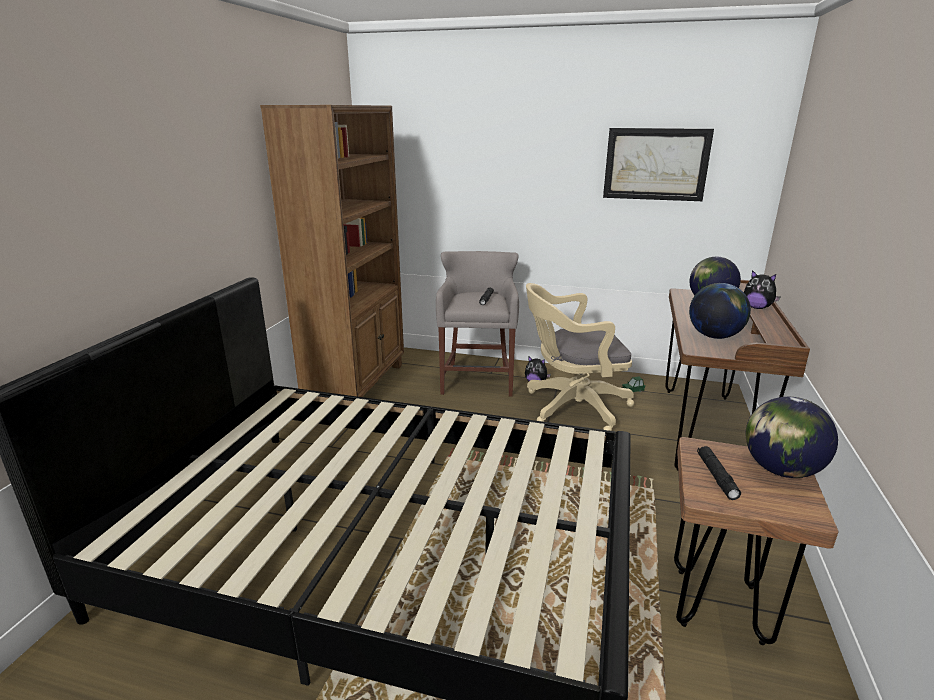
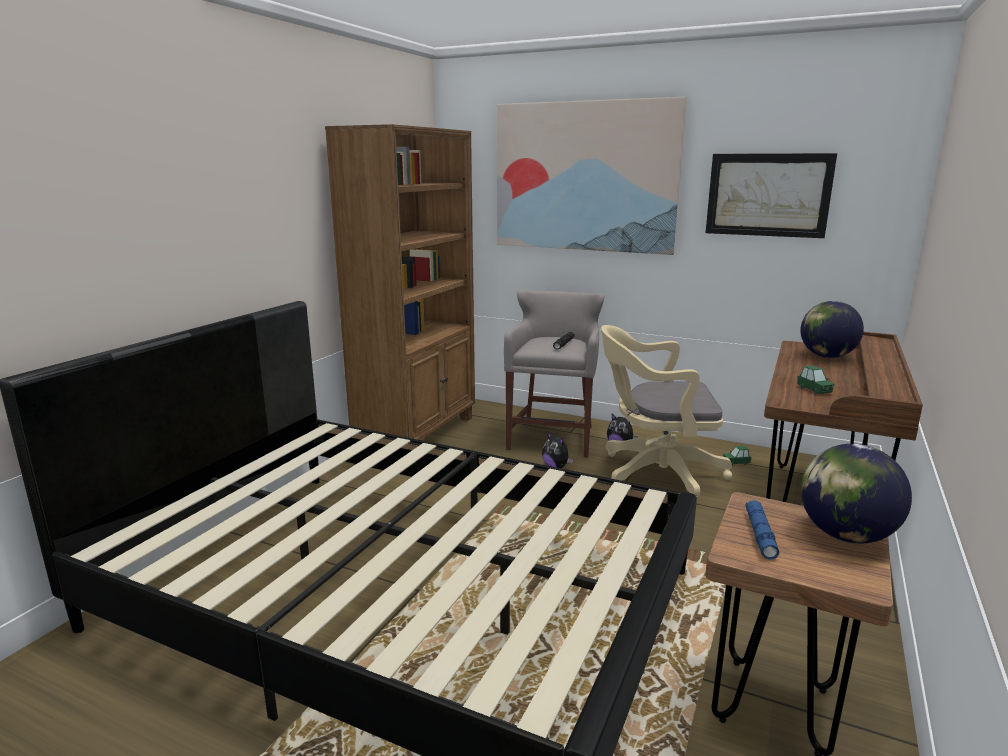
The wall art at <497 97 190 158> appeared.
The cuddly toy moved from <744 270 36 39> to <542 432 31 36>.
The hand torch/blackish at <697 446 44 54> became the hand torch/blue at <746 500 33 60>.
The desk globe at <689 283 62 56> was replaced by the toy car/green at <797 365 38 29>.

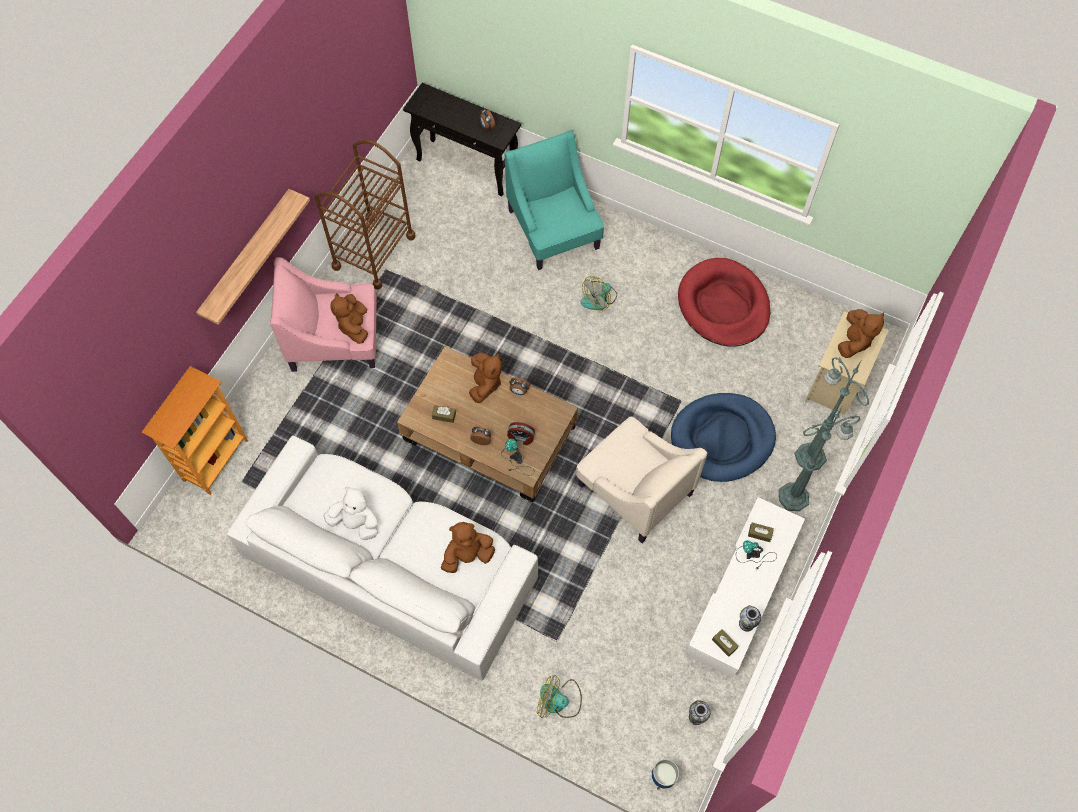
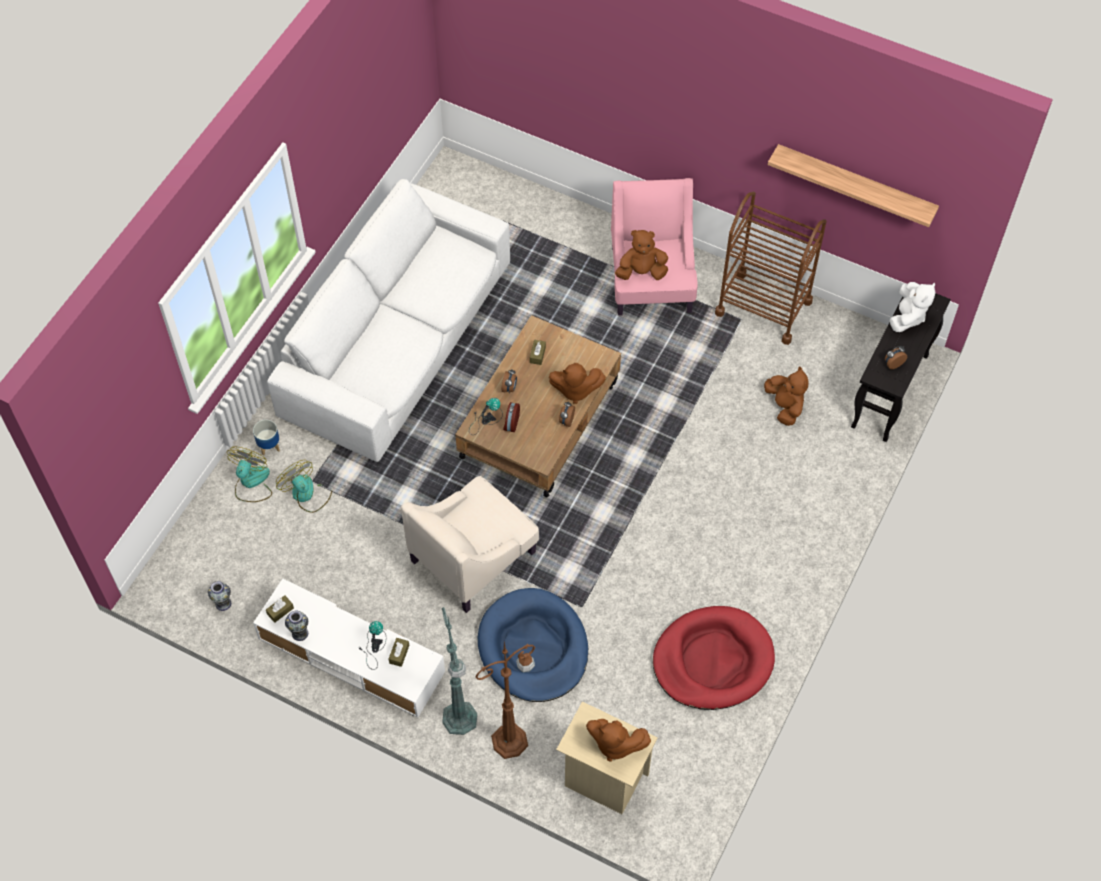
The plant pot moved from <651 759 28 31> to <253 420 27 36>.
The electric fan moved from <581 276 36 34> to <276 460 56 53>.
The standing lamp/green at <794 357 75 114> became the standing lamp/brown at <475 641 60 118>.
The cuddly toy/brown moved from <441 522 54 51> to <764 367 45 59>.
The wall shelf moved from <196 189 114 136> to <768 144 171 83>.
The cuddly toy/whitish moved from <323 487 55 53> to <890 282 46 50>.
The shelving unit at <141 366 107 129> disappeared.
The easy chair/turquoise at <505 130 99 140> disappeared.

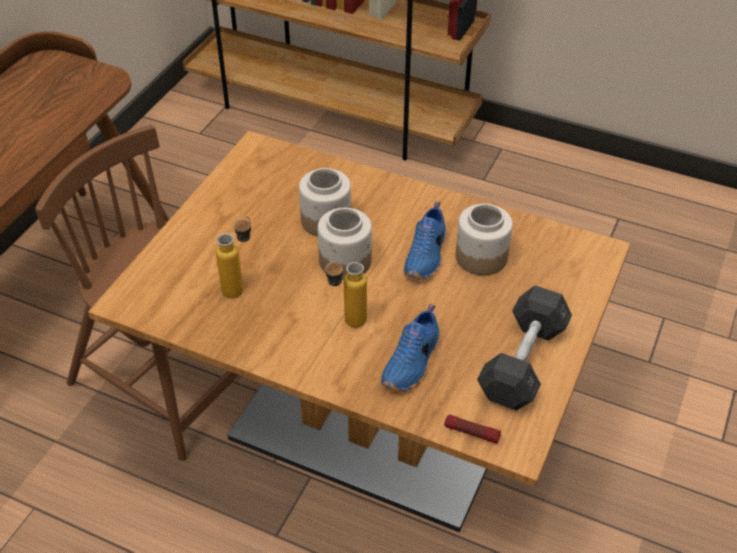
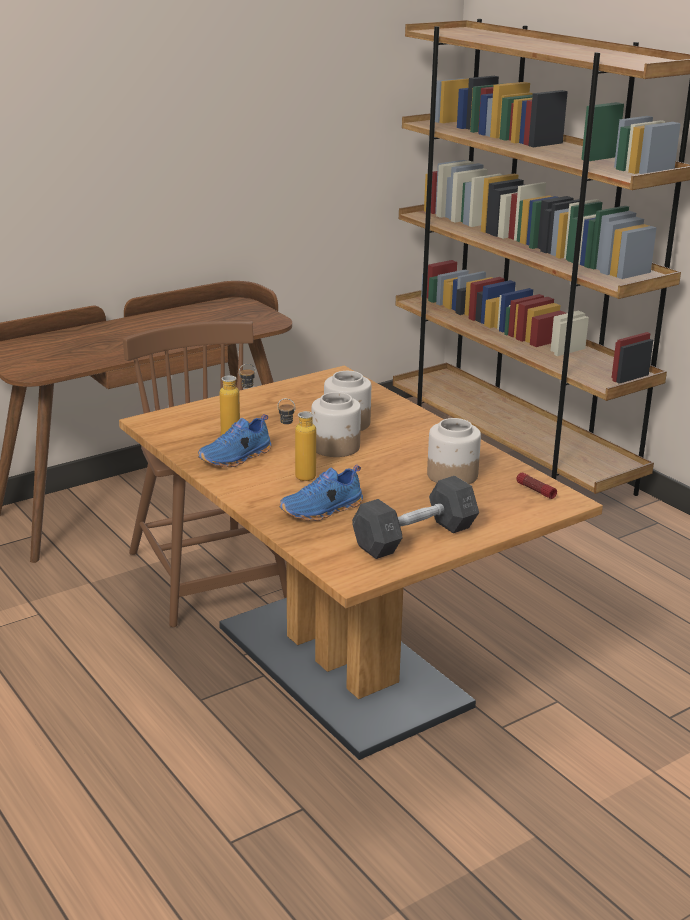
The item of footwear/blue moved from <403 201 43 77> to <198 414 73 53>.
The hand torch moved from <444 415 57 29> to <516 473 41 26>.

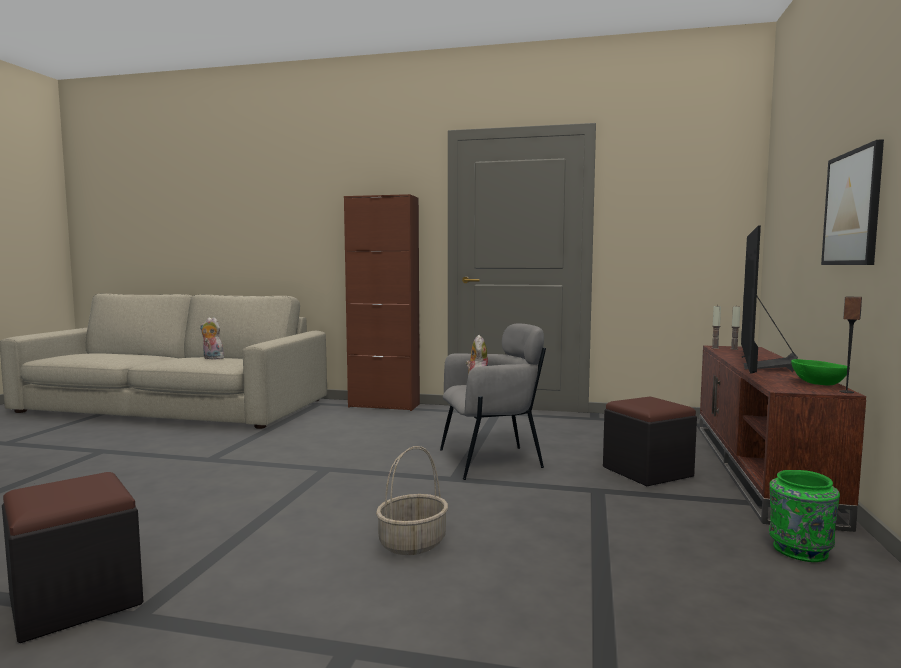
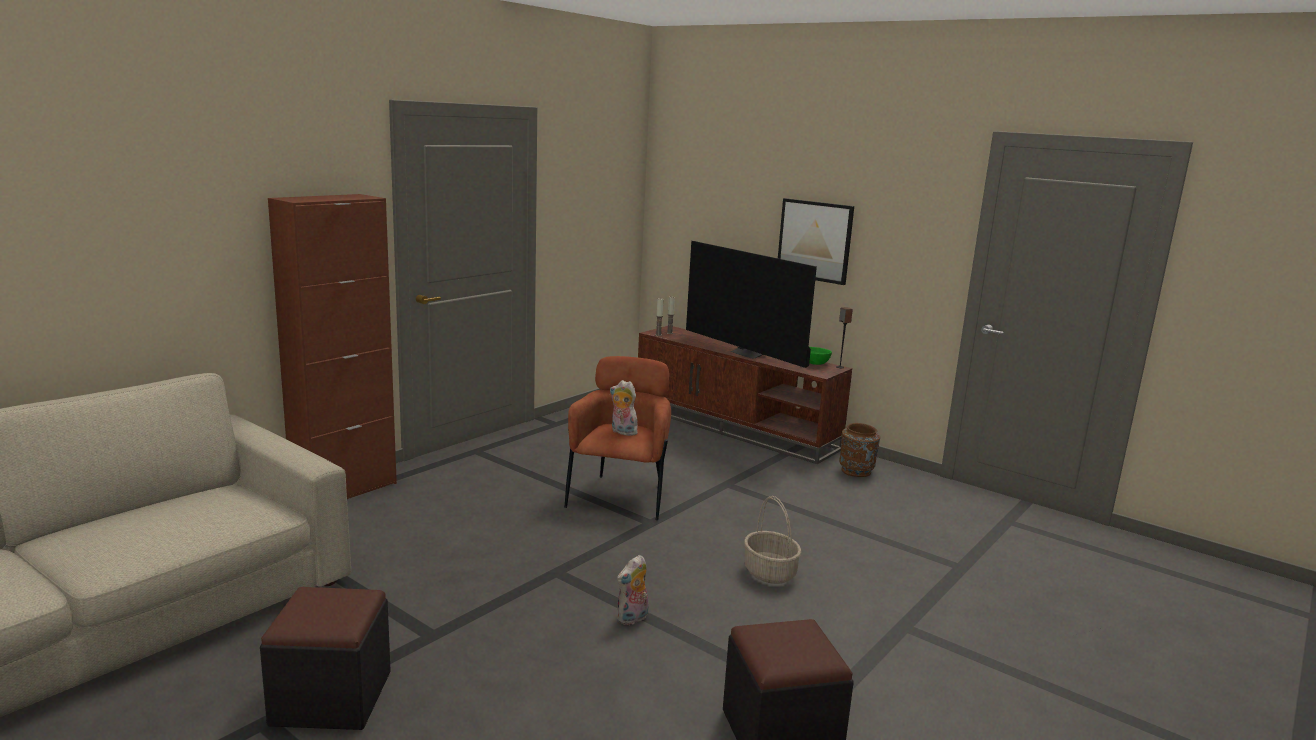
The footrest/blackish moved from <603 397 94 89> to <260 587 131 143>.
The easy chair/gray at <440 324 106 156> became the easy chair/brown at <564 356 107 164>.
The cuddly toy moved from <200 317 24 42> to <617 555 32 70>.
The vase/green at <769 470 71 92> became the vase/brown at <839 423 41 54>.

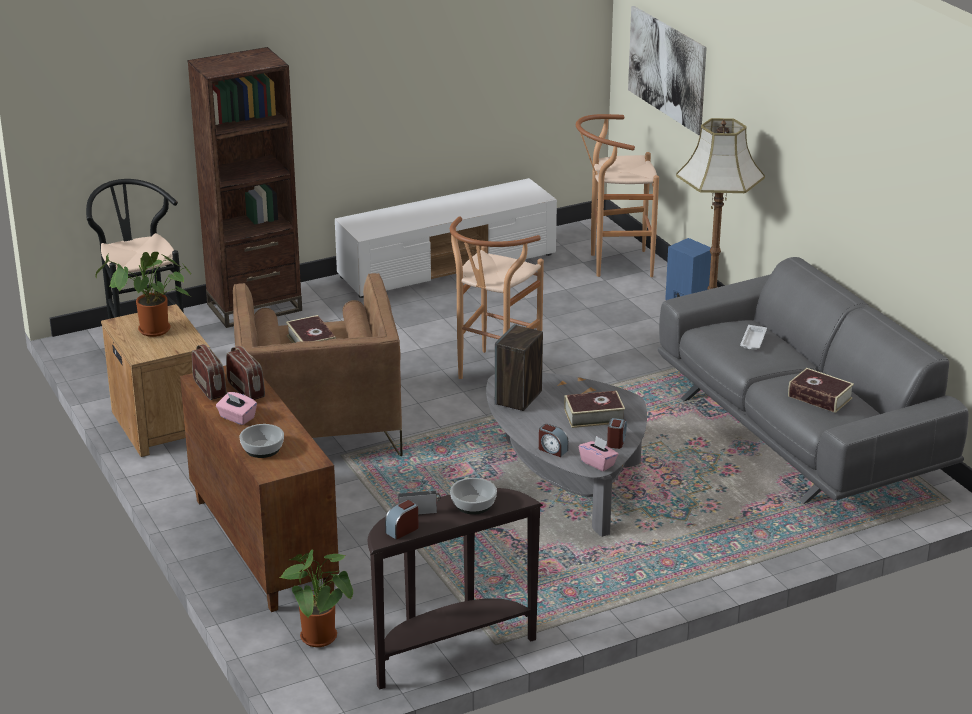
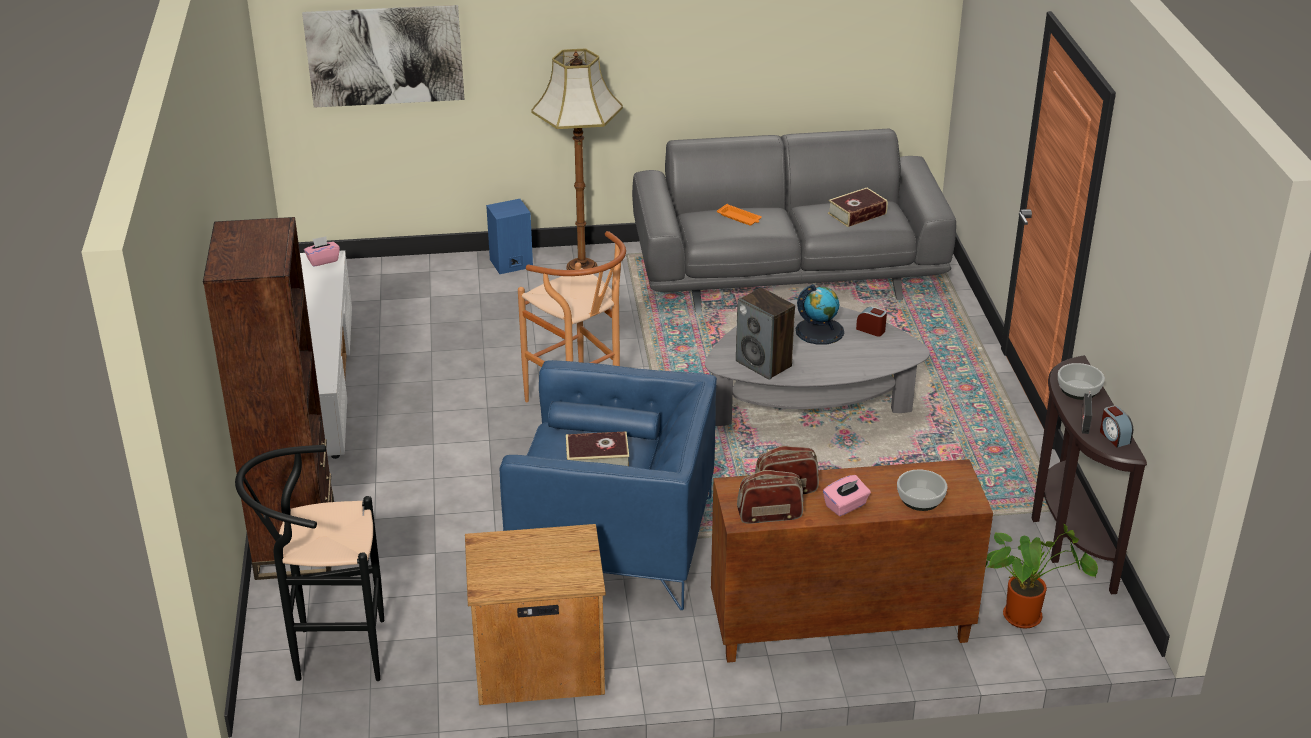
The box of tissues/pink moved from <579 436 40 35> to <304 236 36 31>.
The easy chair/brown at <233 273 169 183> became the easy chair/blue at <500 360 217 250>.
The tray/whitish at <740 325 27 25> became the tray/orange at <717 204 45 21>.
The book at <564 391 61 37> was replaced by the desk globe at <796 284 48 61>.
The potted plant at <95 252 96 85> disappeared.
The table clock at <539 424 29 33> disappeared.
The sitting stool/brown at <576 114 83 163> disappeared.

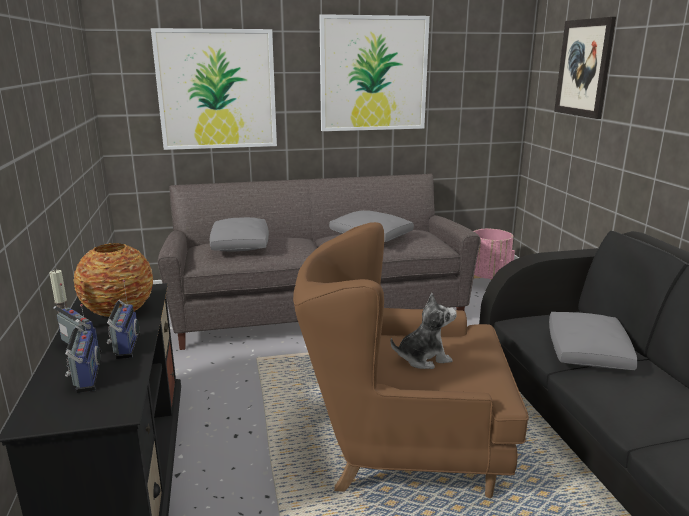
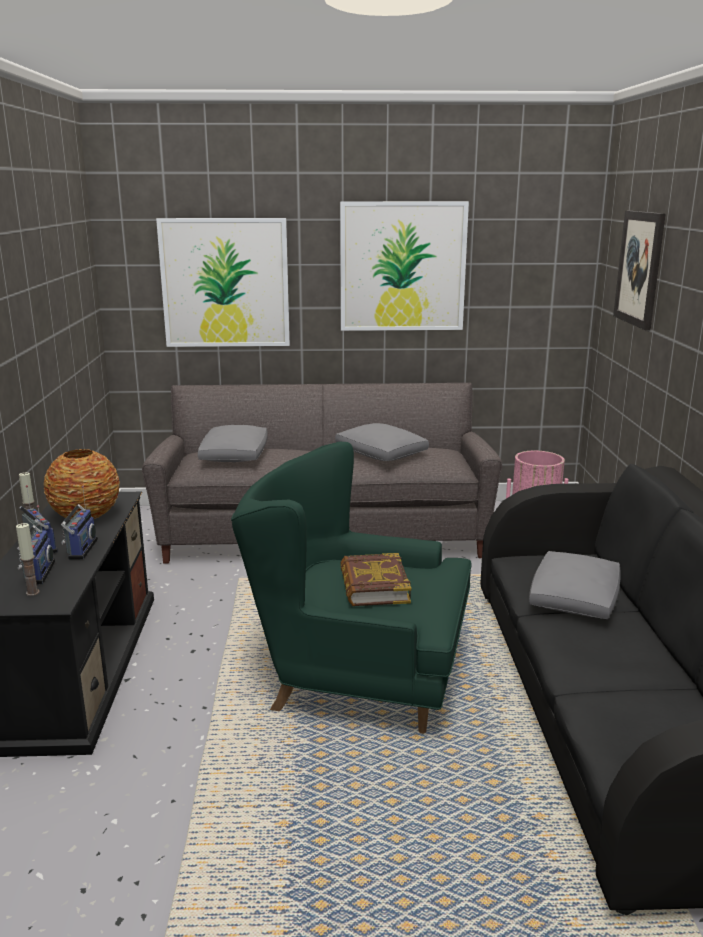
The wax candle at <16 523 24 73> appeared.
The easy chair/brown at <293 222 236 276> became the easy chair/green at <231 442 241 292>.
The cuddly toy at <391 293 66 76> was replaced by the book at <340 553 71 53>.

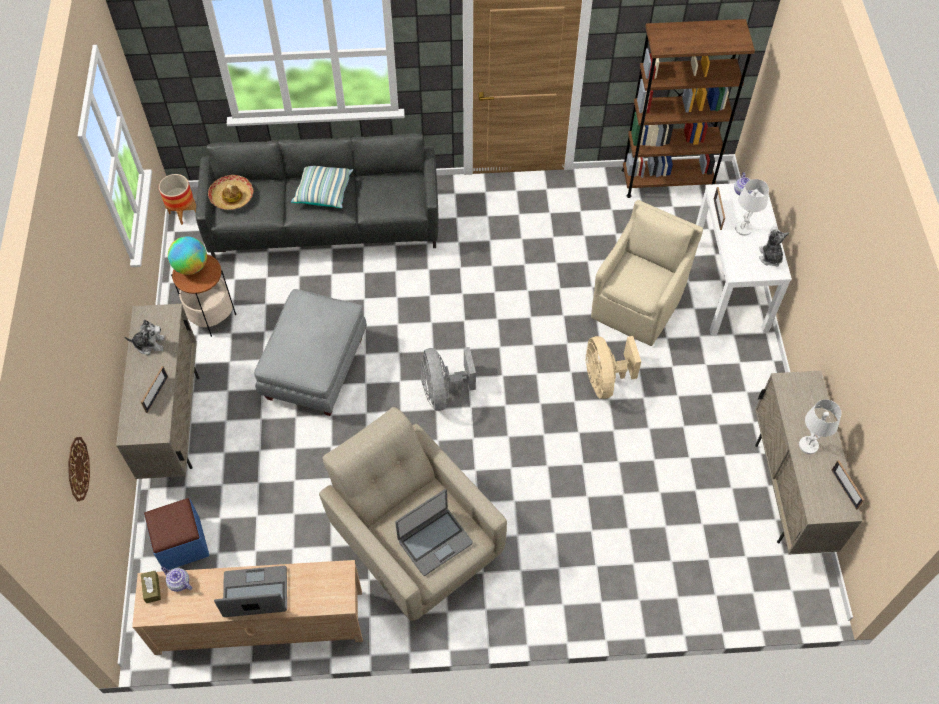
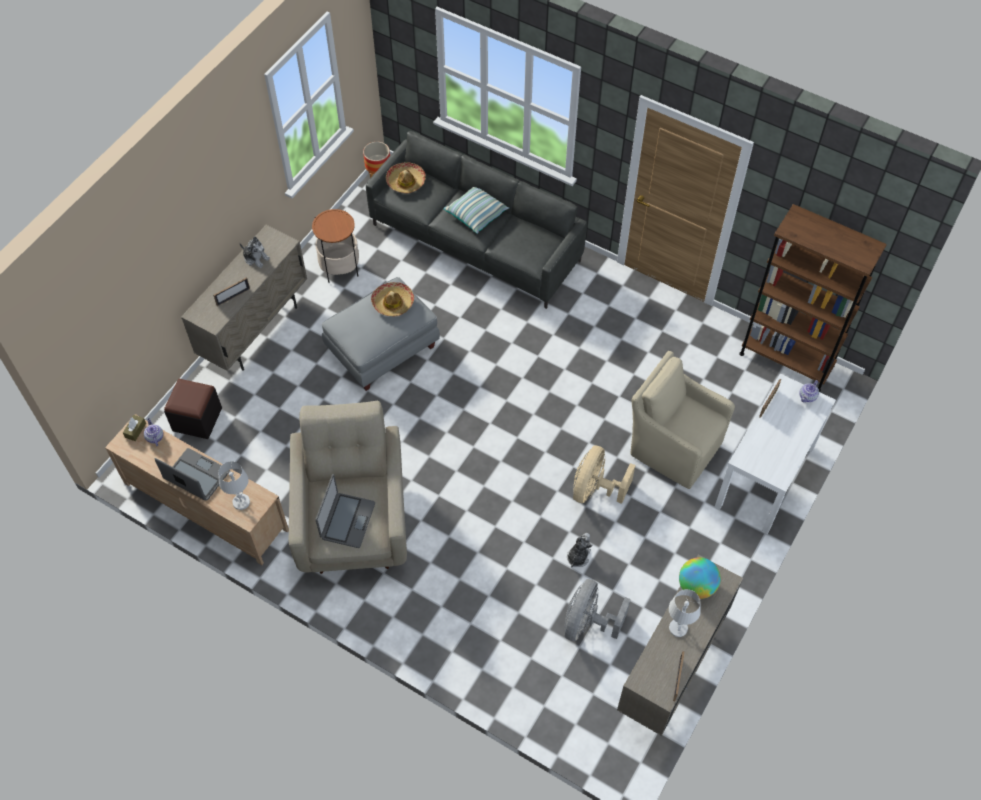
The footrest/blue at <144 498 65 72> became the footrest/blackish at <164 379 58 60>.
The lamp for a table/whitish moved from <735 179 34 57> to <218 461 32 49>.
The notebook computer at <395 489 78 87> turned 75 degrees counterclockwise.
The hat at <371 282 43 34> appeared.
The electric fan/gray moved from <421 347 55 64> to <565 579 66 62>.
The cuddly toy moved from <759 227 30 40> to <567 533 26 35>.
The easy chair/sand-coloured at <591 200 112 146> turned 120 degrees counterclockwise.
The desk globe moved from <168 236 39 39> to <679 557 42 42>.
The clock on the wall at <68 437 22 64> disappeared.

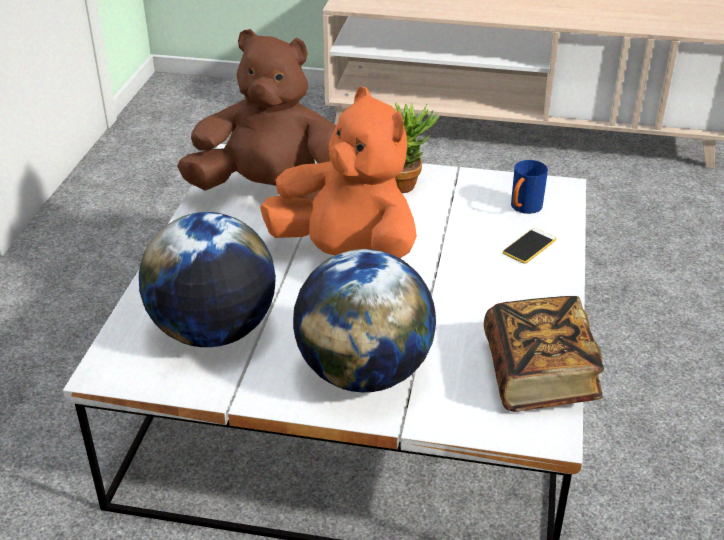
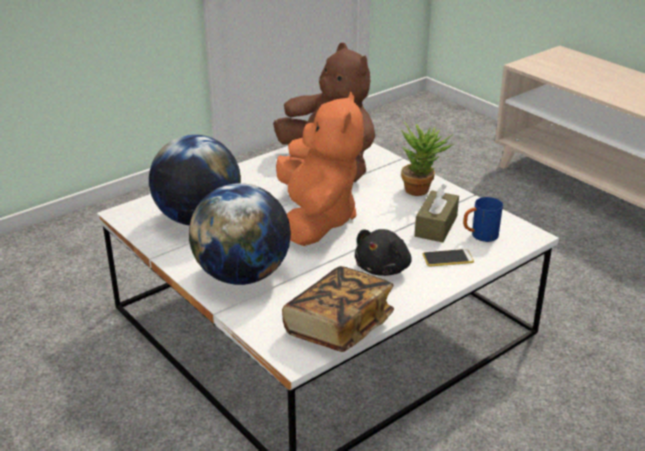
The cuddly toy/blackish at <355 229 57 47> appeared.
The box of tissues/brown at <415 184 44 58> appeared.

